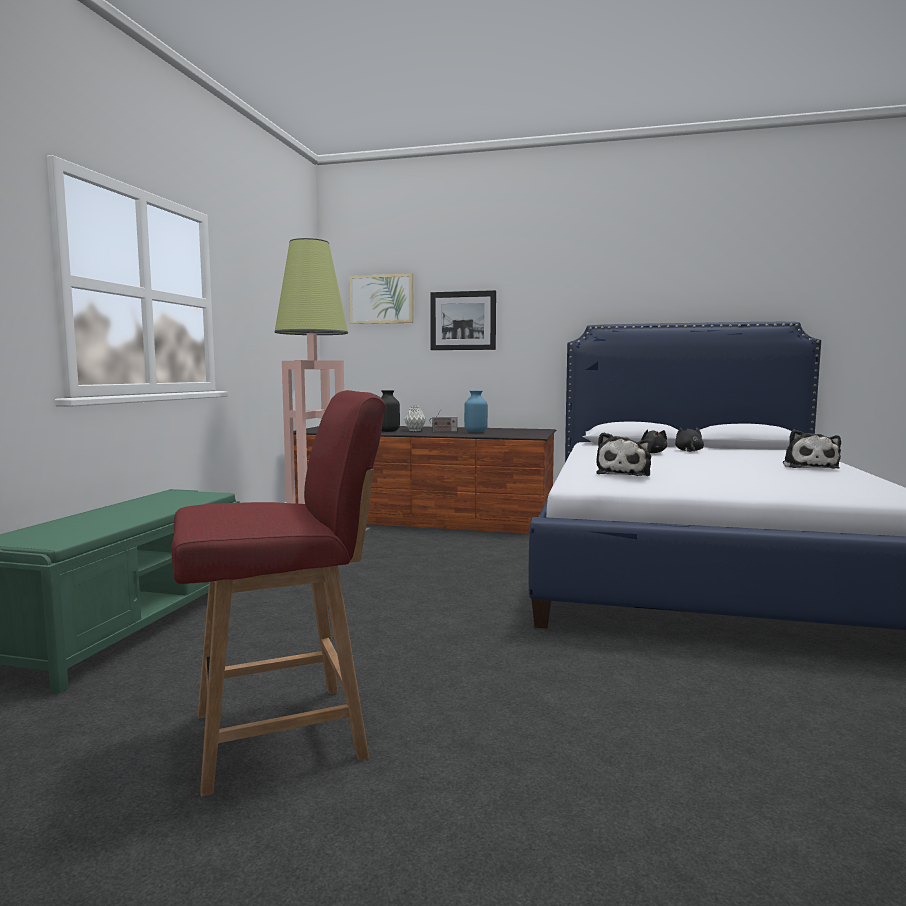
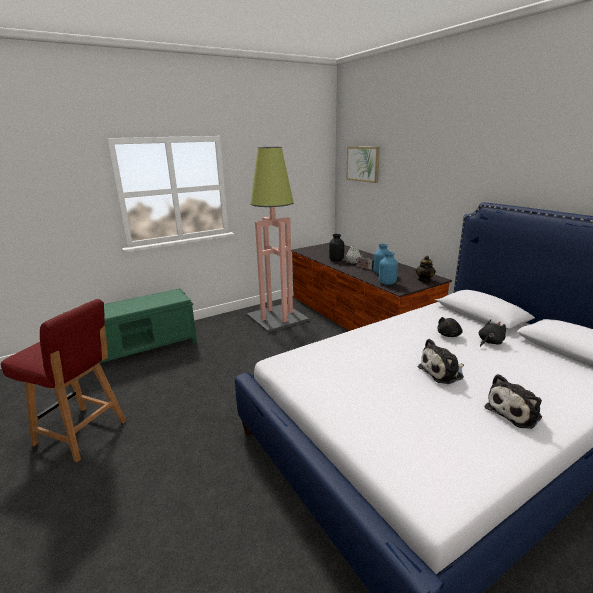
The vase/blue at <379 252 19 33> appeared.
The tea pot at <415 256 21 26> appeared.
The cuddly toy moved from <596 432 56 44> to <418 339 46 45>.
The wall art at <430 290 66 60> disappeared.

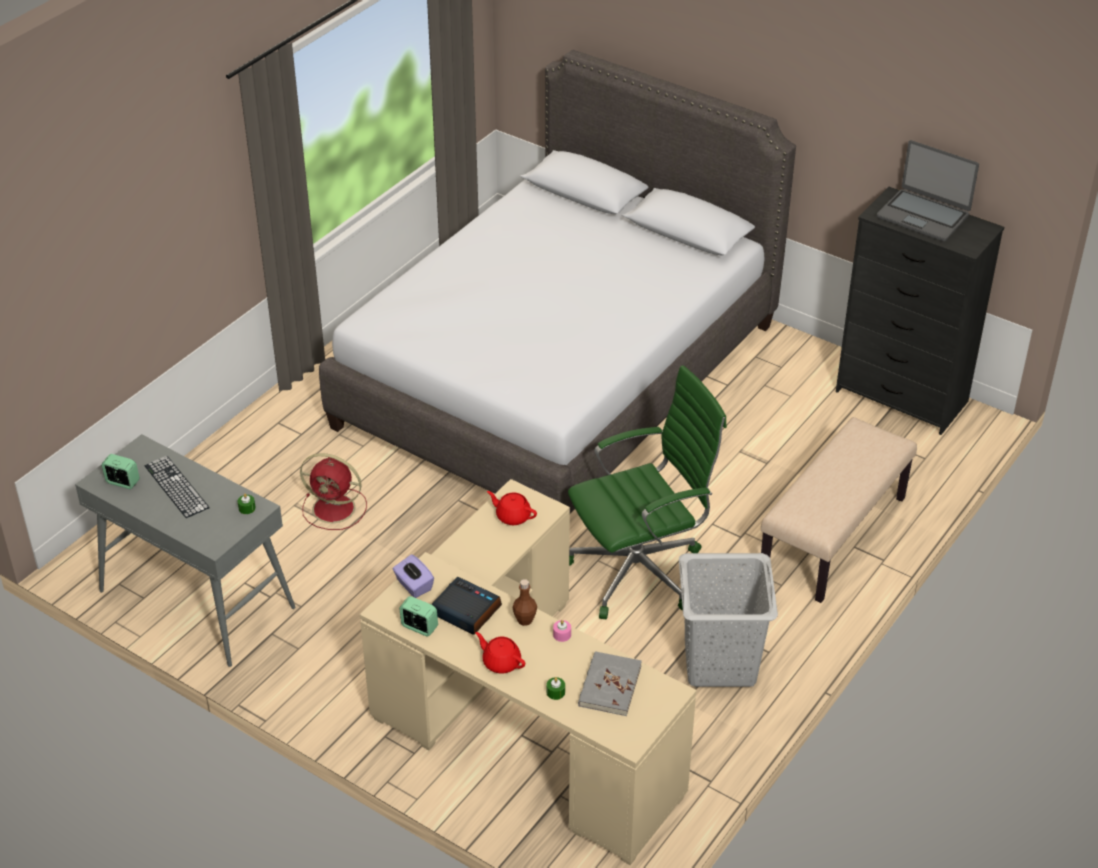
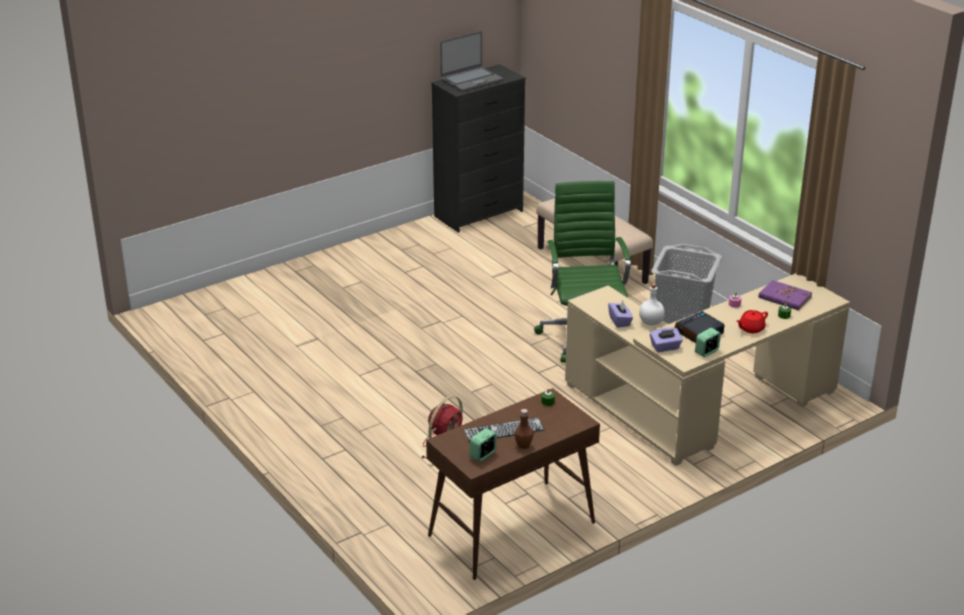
The hall table/gray at <75 434 221 233> became the hall table/brown at <426 388 174 192>.
The bottle/brown moved from <513 579 24 47> to <514 409 20 40>.
The box of tissues/purple at <608 300 25 28> appeared.
The bottle/whitish at <639 283 26 43> appeared.
The book/gray at <578 651 64 65> became the book/purple at <758 280 54 31>.
The sleeping bed/gray at <319 50 477 463> disappeared.
The tea pot/red at <487 491 50 34> disappeared.

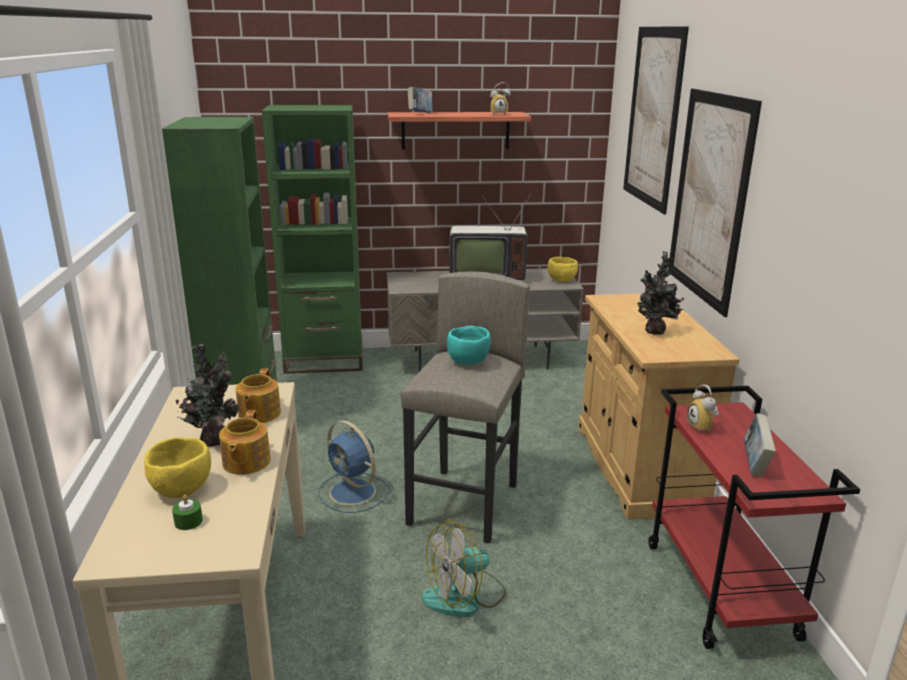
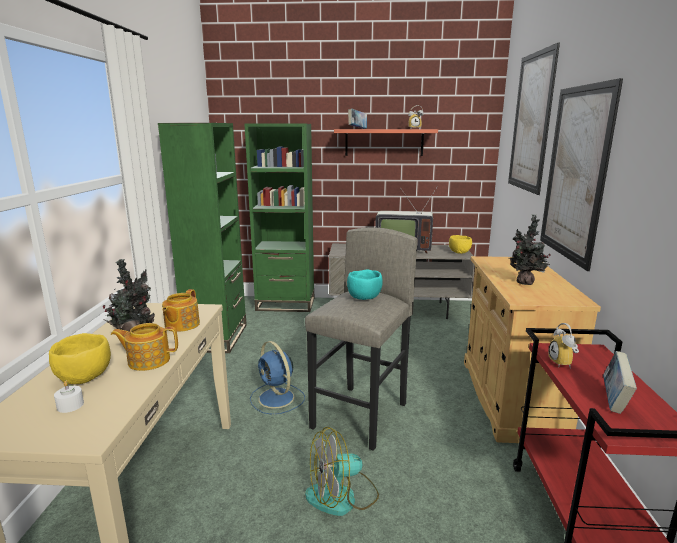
The wax candle/green at <172 495 31 35> became the wax candle/whitish at <54 380 30 33>.
The tea pot at <219 410 52 65> turned 75 degrees clockwise.

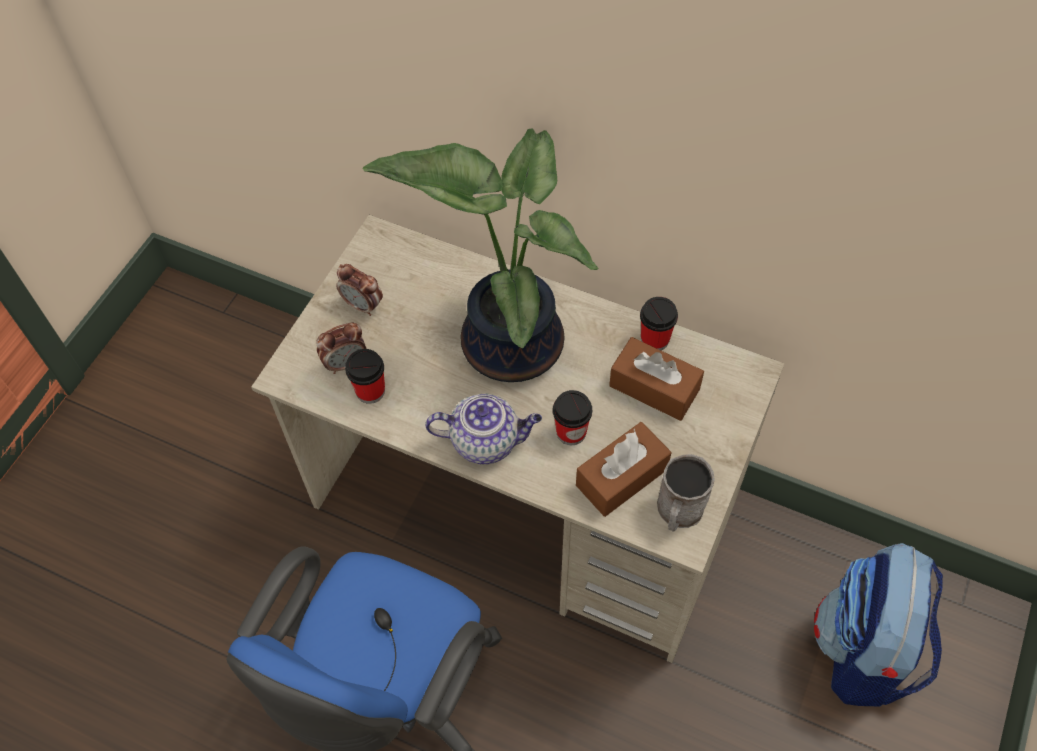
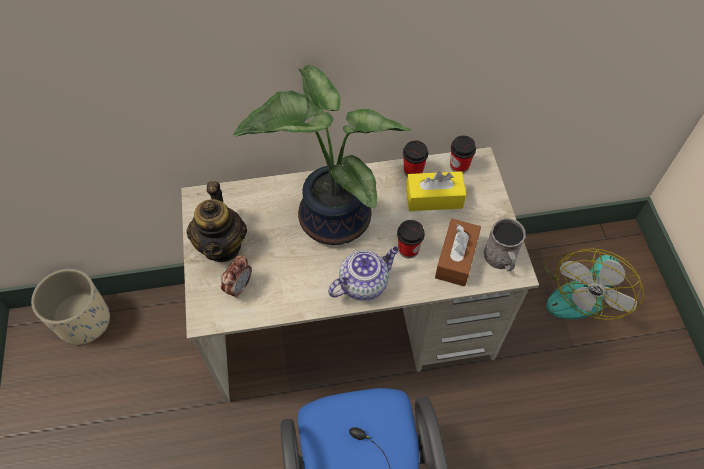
The plant pot/sand-coloured at <31 269 79 76> appeared.
The table clock at <336 264 47 52> was replaced by the tea pot at <186 181 61 81>.
The box of tissues/brown at <609 337 95 84> became the box of tissues/yellow at <406 171 60 40>.
The small cup moved from <345 349 40 55> to <450 136 26 37>.
The knapsack at <814 543 129 164> was replaced by the electric fan at <543 248 101 72>.

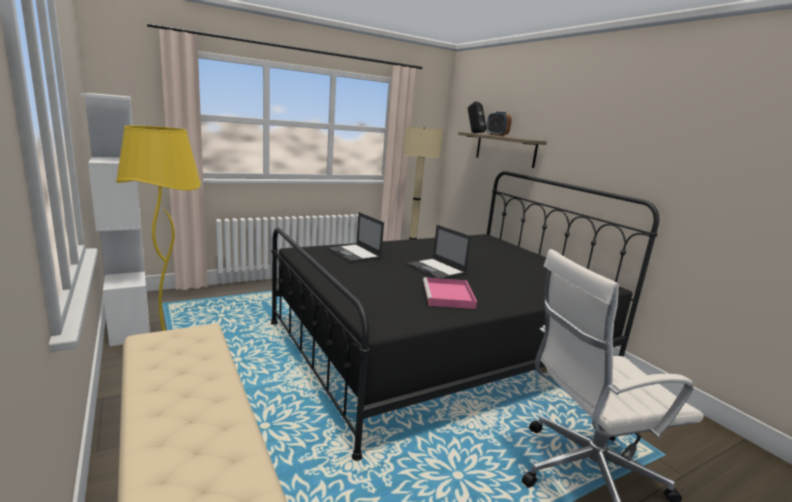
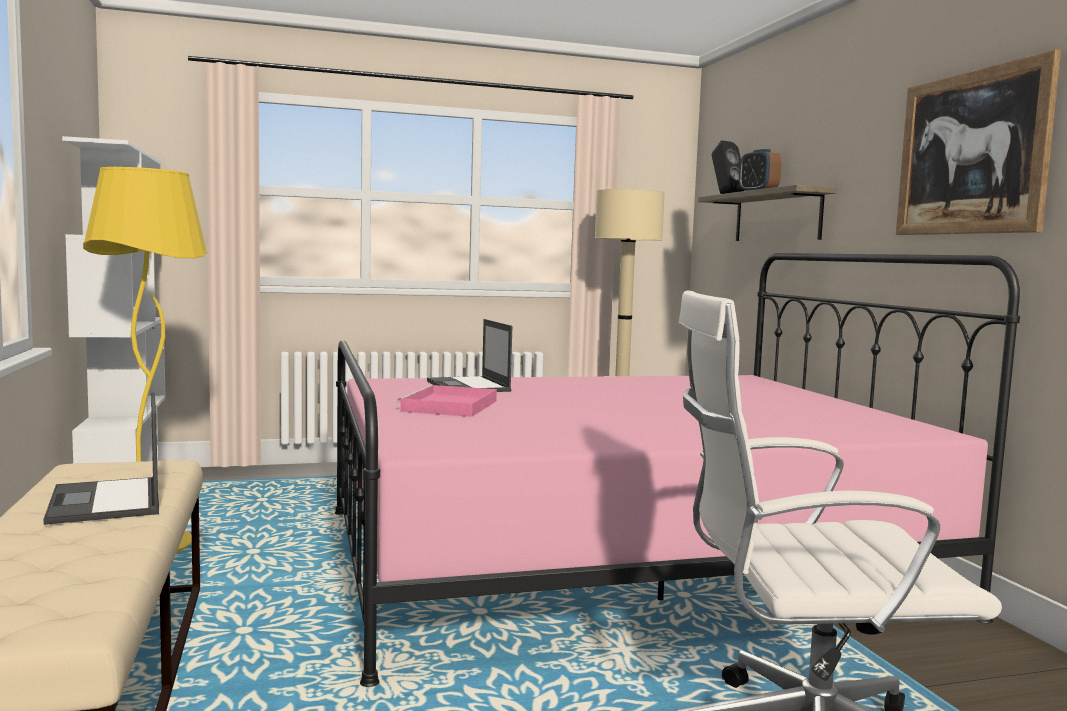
The notebook computer moved from <406 225 66 54> to <43 392 116 133>.
The sleeping bed/blackish at <271 171 388 290> became the sleeping bed/pink at <335 253 685 434>.
The tray/pink moved from <423 277 54 32> to <397 385 100 32>.
The wall art at <896 49 165 186> appeared.

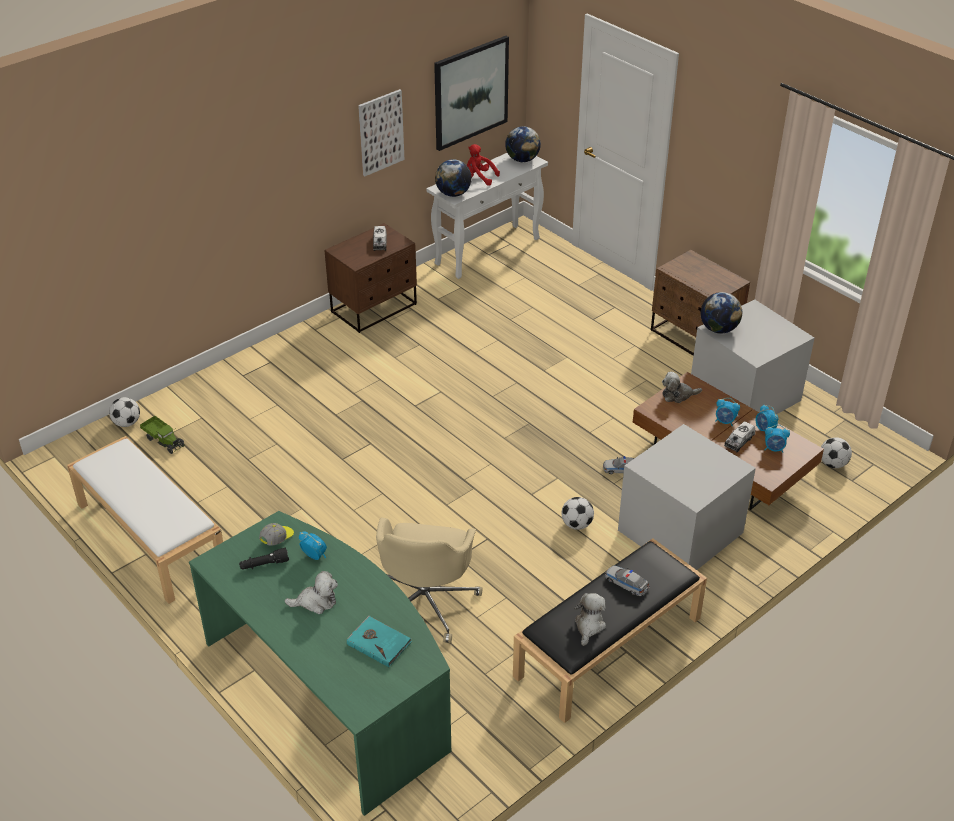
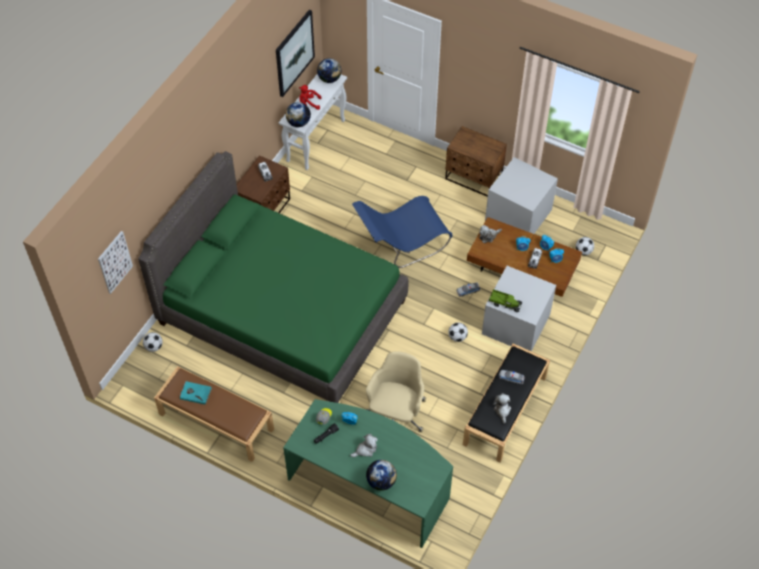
The wall art moved from <358 89 47 87> to <98 231 35 63>.
The sleeping bed/green at <138 151 270 252> appeared.
The long seat/whitish at <67 436 156 168> became the long seat/brown at <154 366 120 96>.
The book/turquoise moved from <347 616 65 51> to <180 381 32 24>.
The upright chair/blue at <352 196 100 72> appeared.
The computer chair/sand-coloured at <376 518 107 125> turned 150 degrees counterclockwise.
The desk globe moved from <701 292 41 42> to <366 460 31 31>.
The toy truck moved from <140 416 45 38> to <489 289 33 23>.

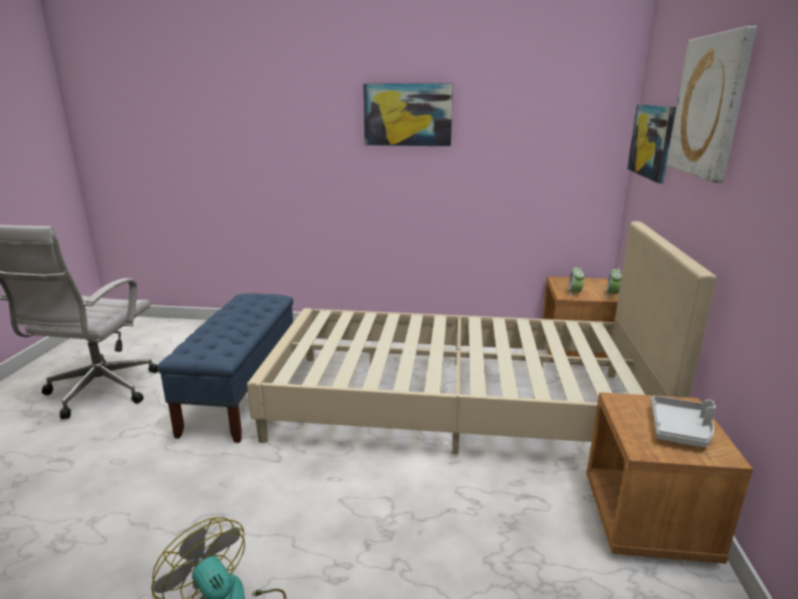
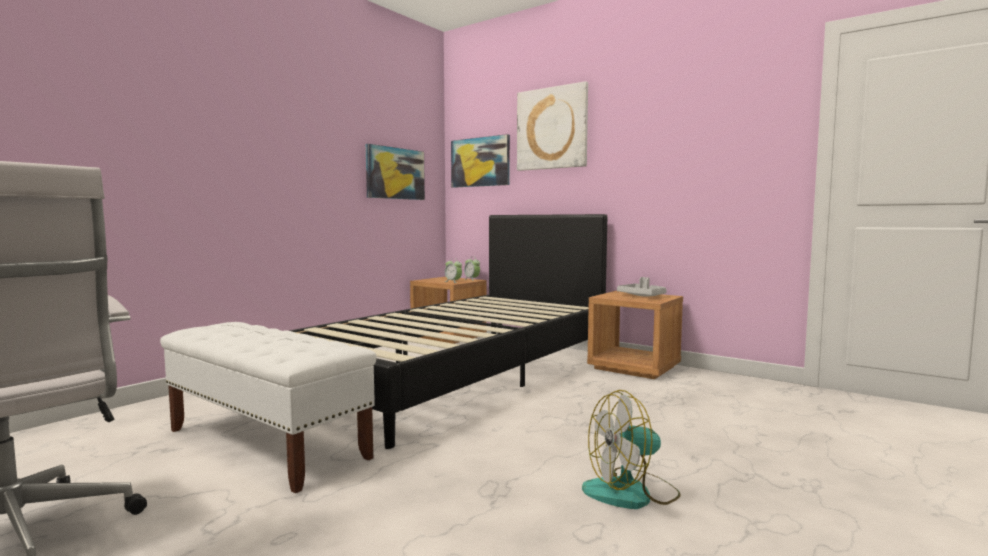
The long seat/blue at <157 293 136 150> became the long seat/whitish at <160 322 217 171>.
The sleeping bed/sand-coloured at <247 221 469 234> became the sleeping bed/blackish at <289 214 318 235>.
The wall art moved from <363 83 90 63> to <366 144 59 56>.

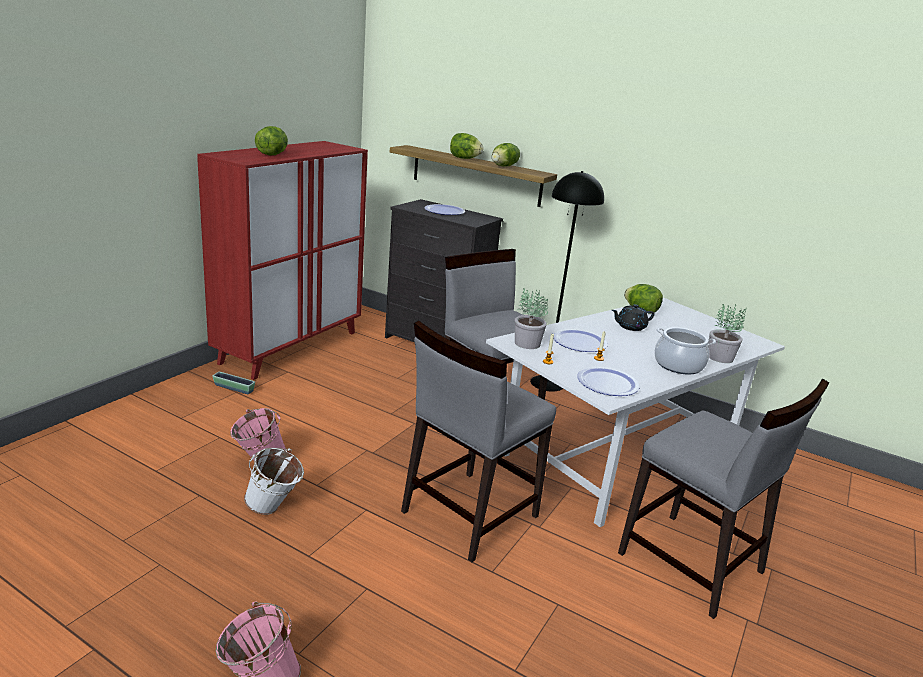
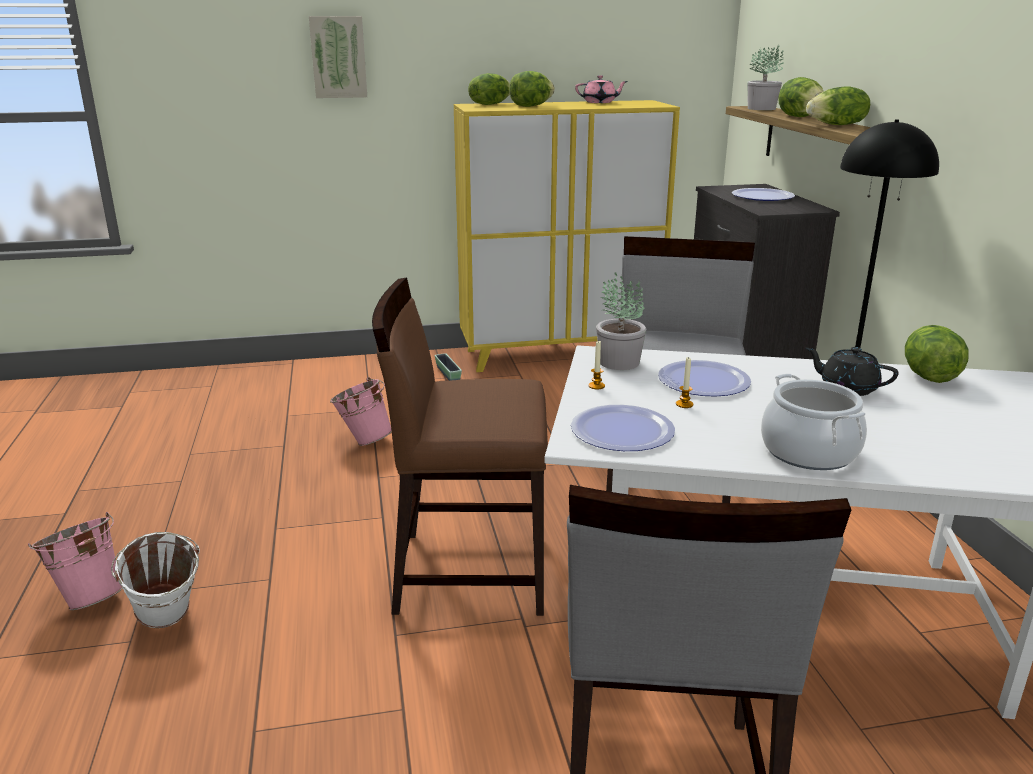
The water bucket/whitish moved from <244 448 60 67> to <111 532 89 96>.
The wall art at <309 16 58 82> appeared.
The upright chair/gray at <401 321 155 241> became the upright chair/brown at <372 278 176 338>.
The cabinet/red at <197 141 171 239> became the cabinet/yellow at <454 100 226 272>.
The lettuce head at <468 73 42 32> appeared.
The tea pot/pink at <575 75 53 28> appeared.
The potted plant moved from <708 304 39 59> to <747 45 37 65>.

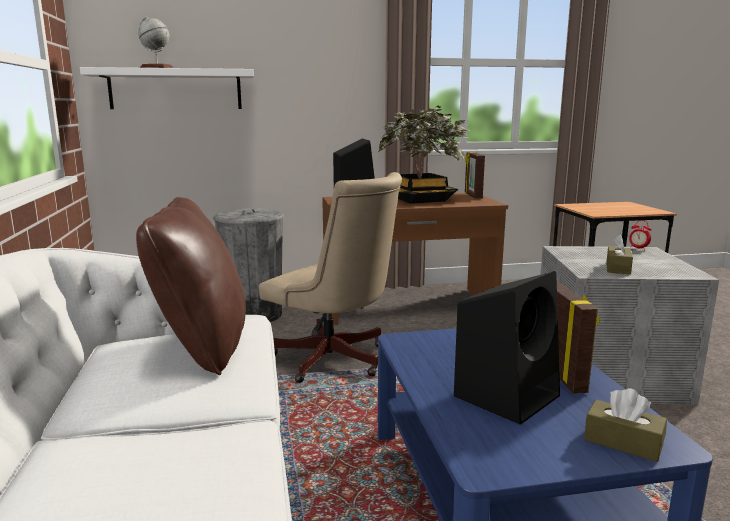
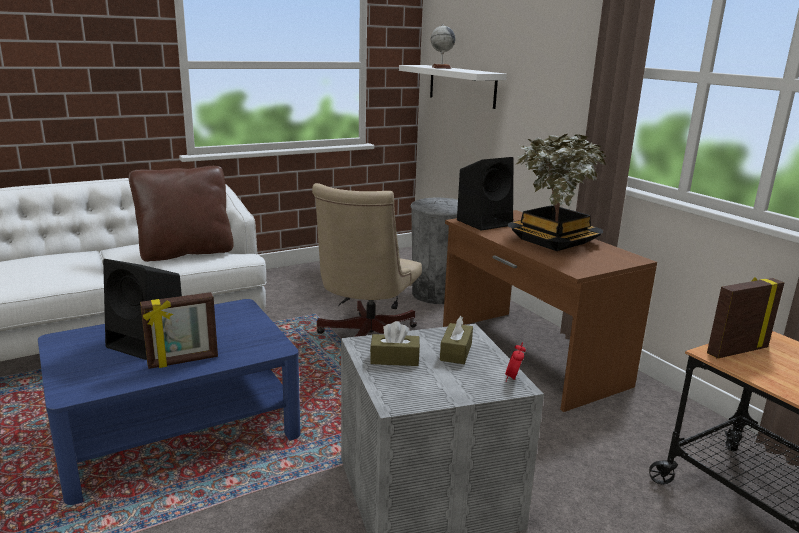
The box of tissues/brown moved from <584 388 83 74> to <440 316 33 48>.
The picture frame moved from <465 151 20 48> to <707 277 78 82>.

